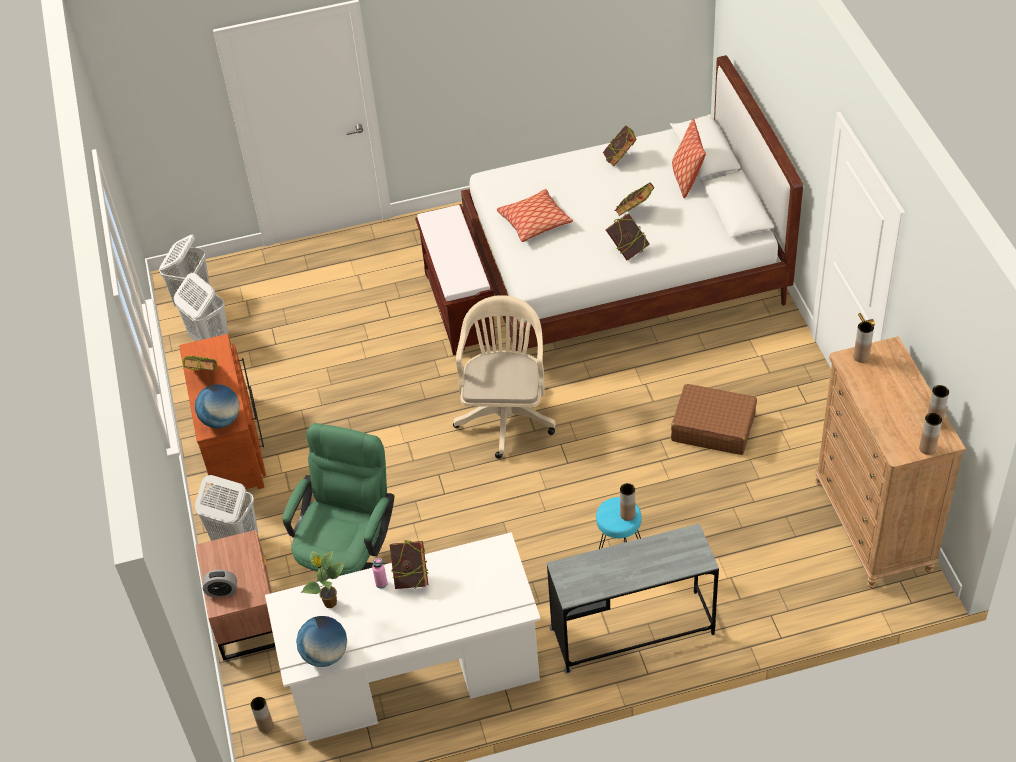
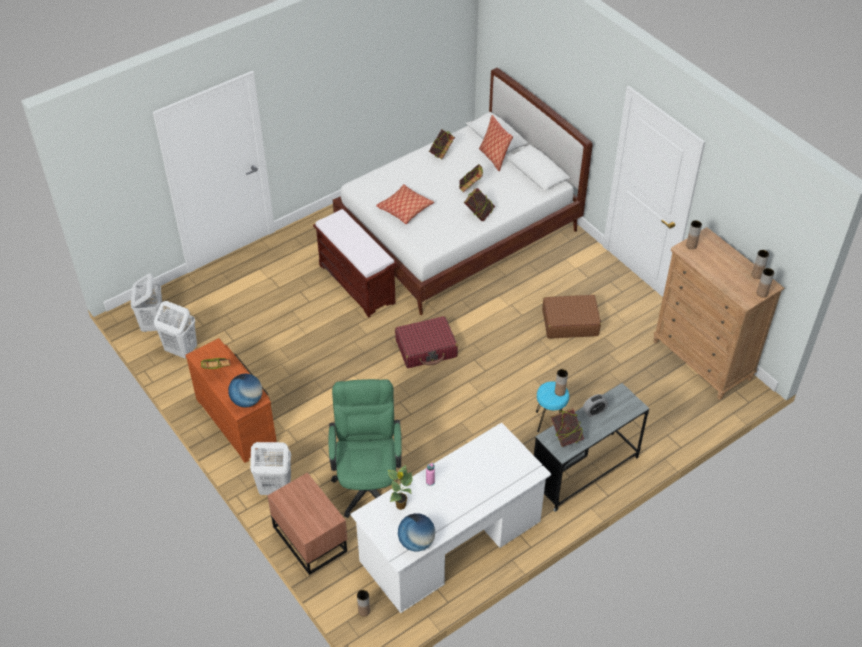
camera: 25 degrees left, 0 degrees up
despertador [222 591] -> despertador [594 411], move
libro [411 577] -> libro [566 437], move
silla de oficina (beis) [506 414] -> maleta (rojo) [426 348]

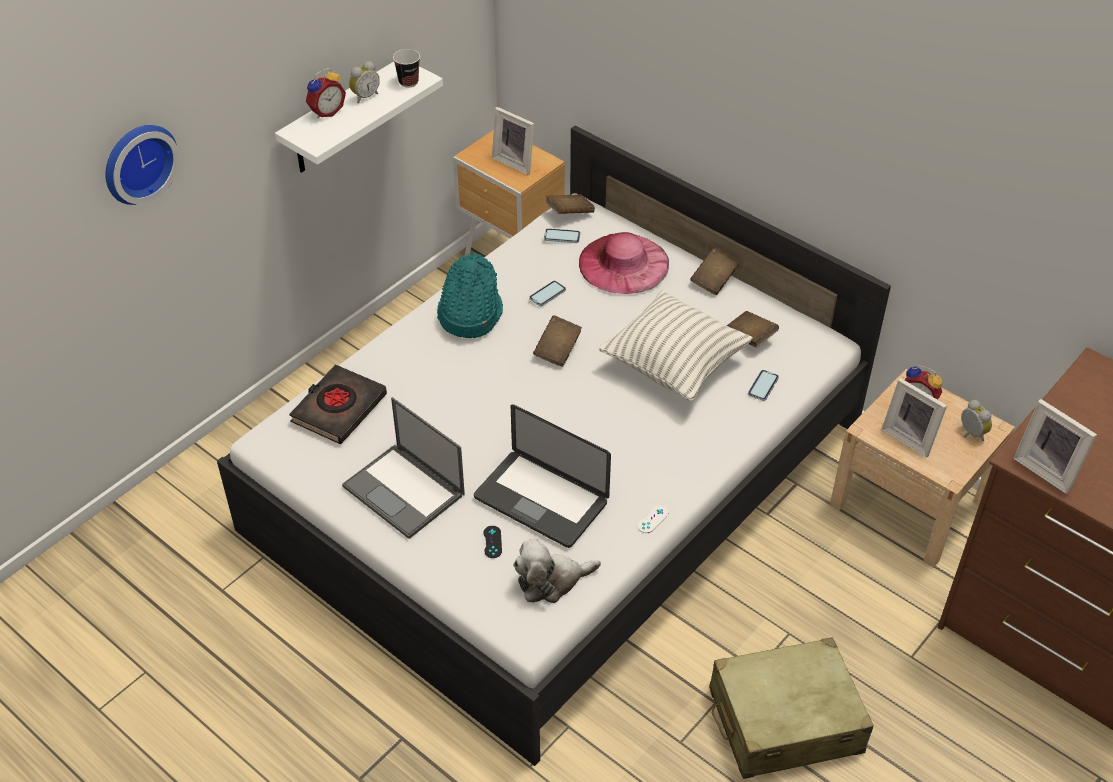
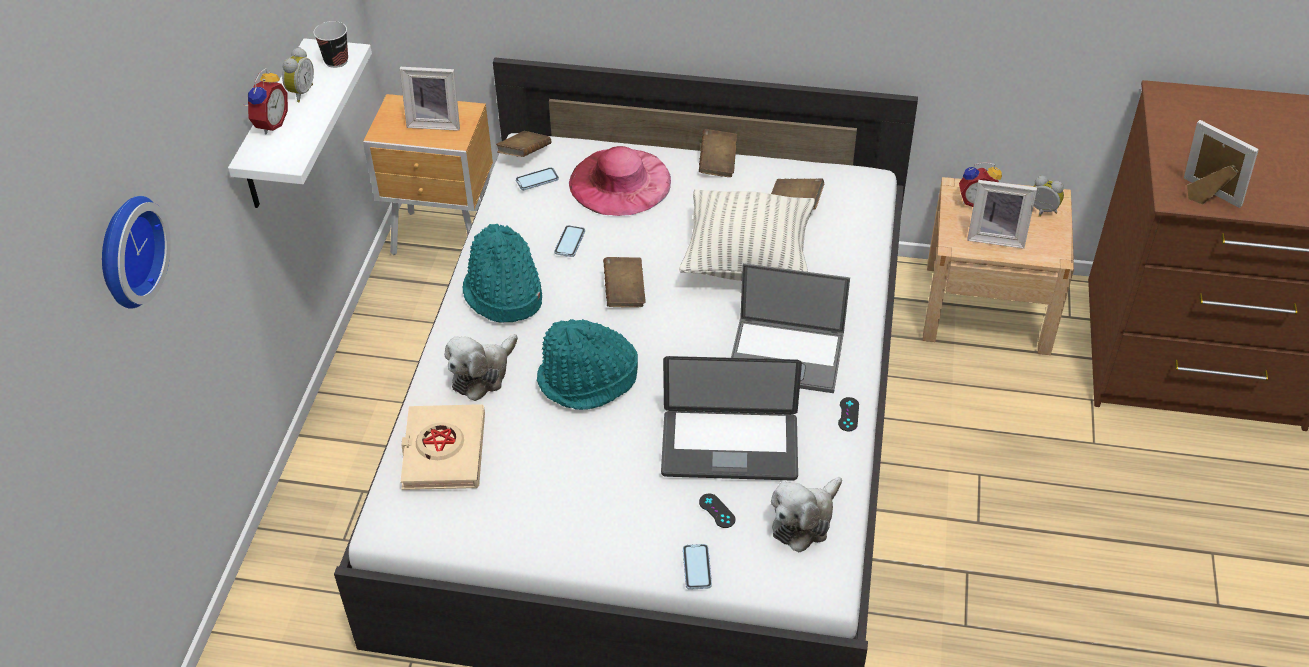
camera: 30 degrees left, 0 degrees up
libro (negro) [338 408] -> libro (beis) [443 452]
portátil [405 491] -> portátil [787 354], move
mando de consola (blanco) [652 519] -> mando de consola (negro) [848 414]
maleta (beis) [784 721] -> none
móvil [763 386] -> móvil [697 567], move
portarretratos [1047 469] -> portarretratos [1206 197], 150 degrees counterclockwise
none -> peluche [482 374]
none -> sombrero (turquesa) [588 381]

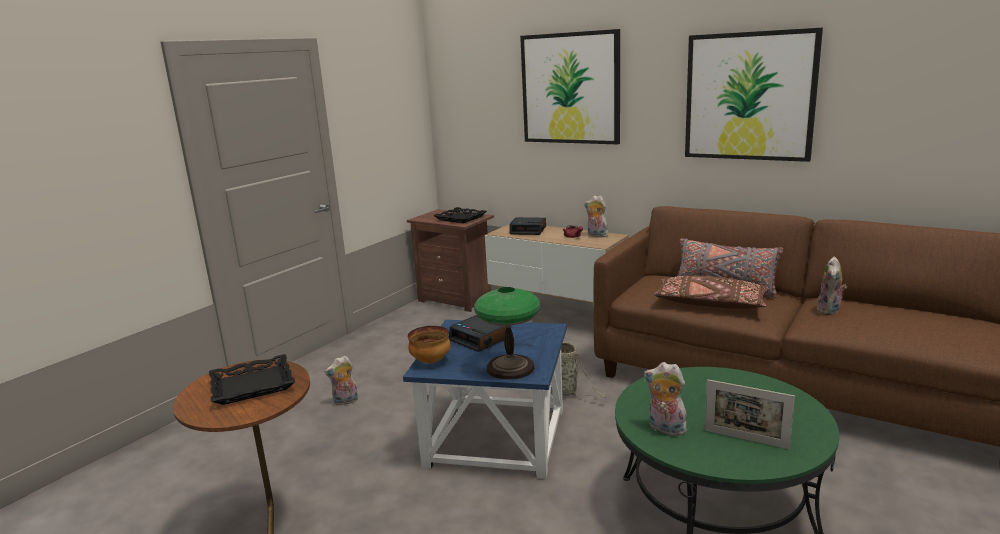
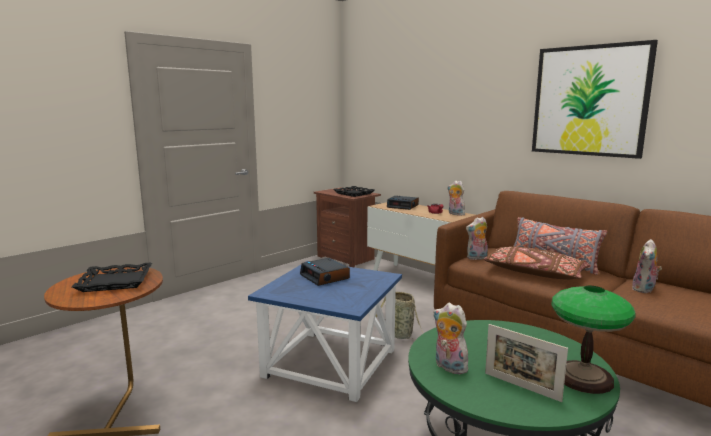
camera: 10 degrees right, 5 degrees down
peluche [345 402] -> peluche [477 258], move
cuenco [431 361] -> none
lámpara de mesa [511 368] -> lámpara de mesa [584 378], move
cuadro [570 88] -> none

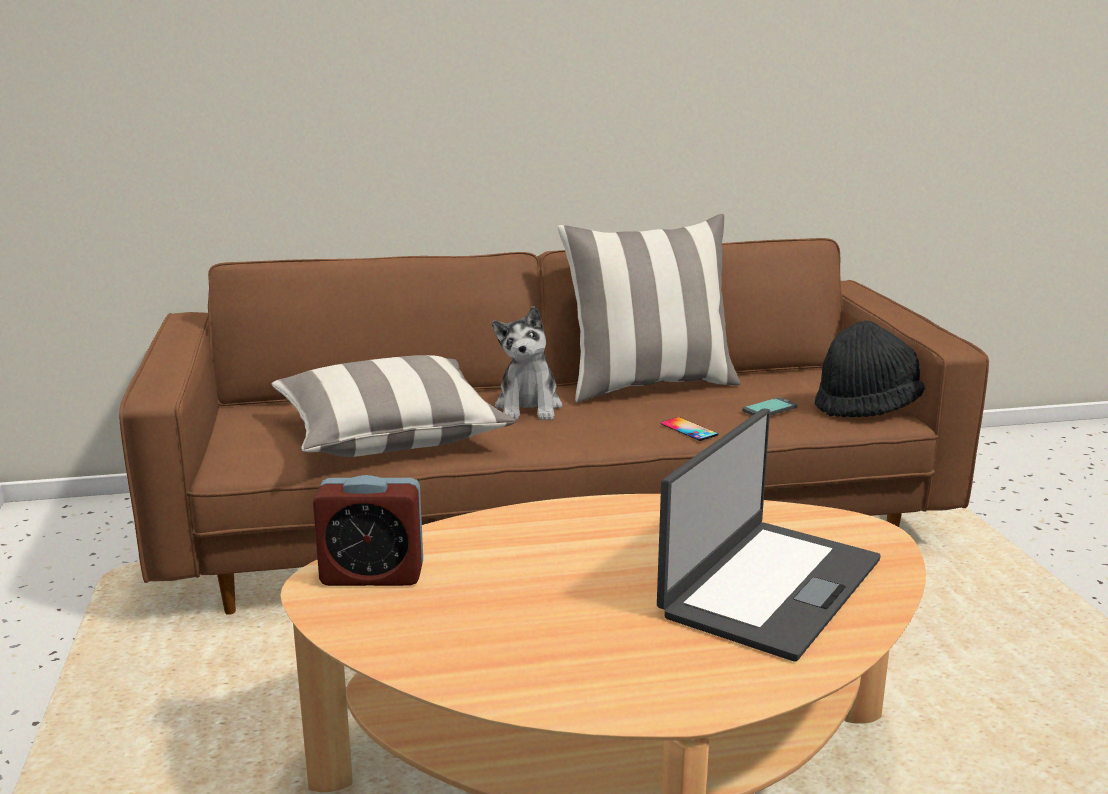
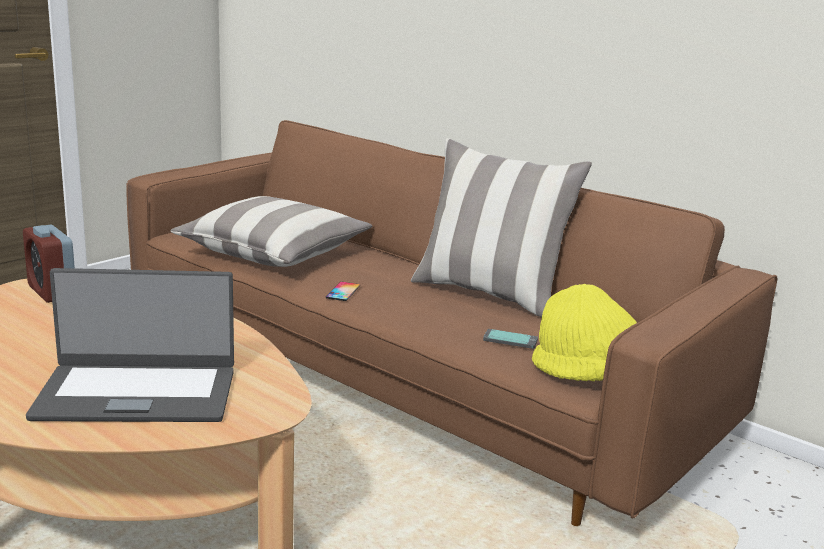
camera: 50 degrees right, 0 degrees up
peluche [529 407] -> none
móvil [689 429] -> móvil [343 292], move
sombrero (negro) [869 407] -> sombrero (amarillo) [589 375]

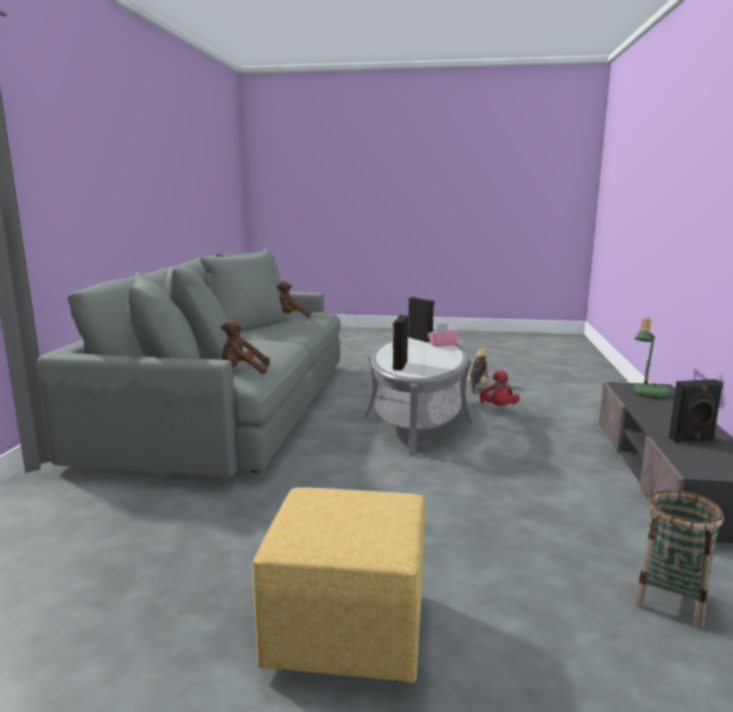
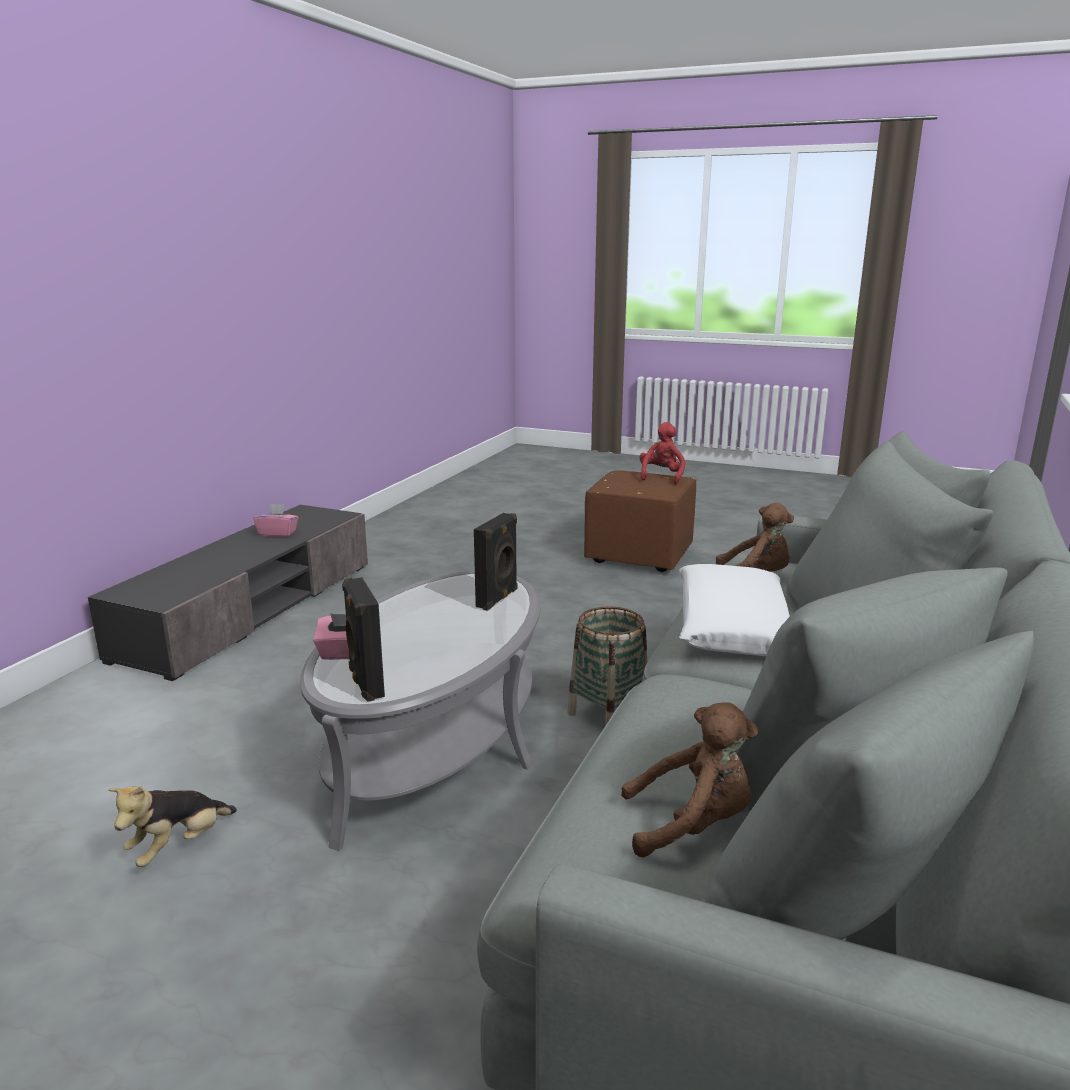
camera: 165 degrees left, 5 degrees up
puf (amarillo) [346 633] -> puf (marrón) [640 555]
peluche (rojo) [498 408] -> peluche (rojo) [661 477], move
lámpara de mesa [648 394] -> none
cesta [671 600] -> cesta [607 715], move
altavoz (negro) [692 439] -> caja de pañuelos (rosa) [277 533]
none -> cojín (blanco) [731 627]

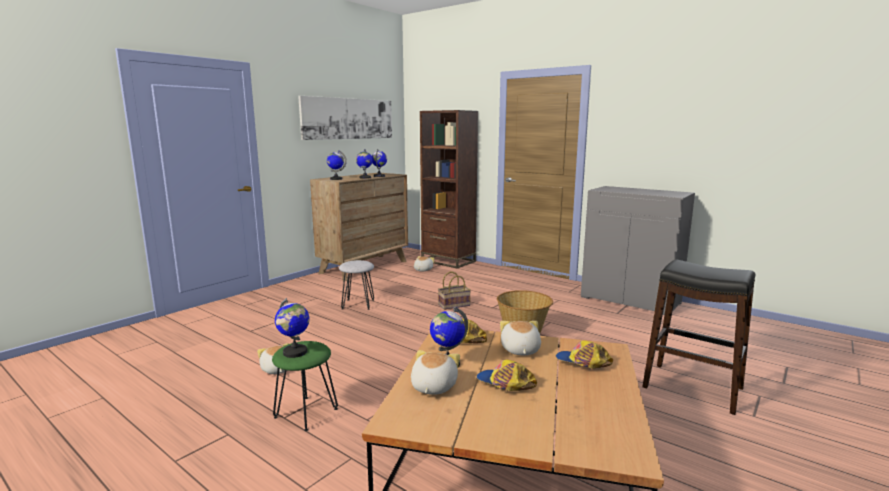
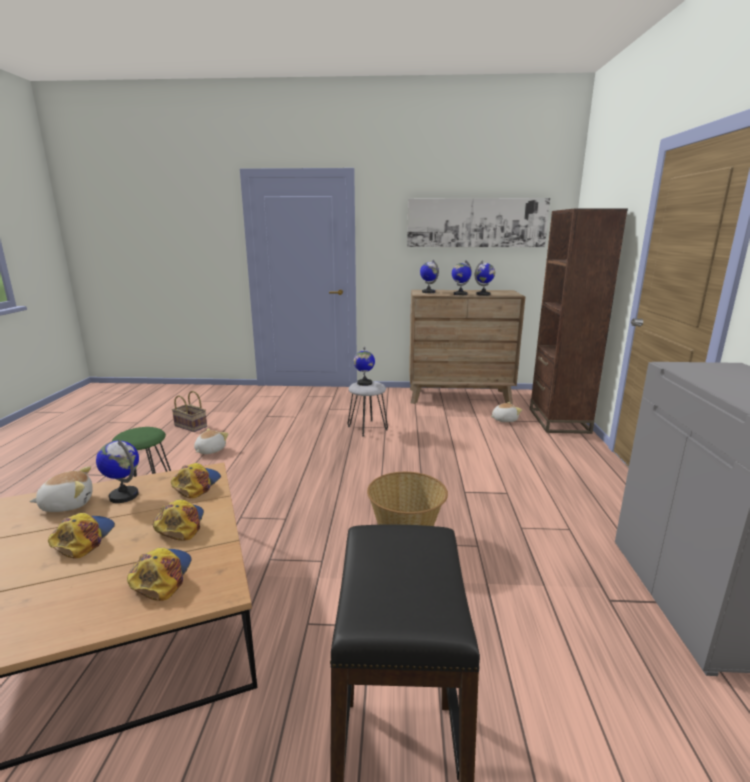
camera: 55 degrees right, 5 degrees up
globo terráqueo [295 352] -> globo terráqueo [364 383], move
cesta [454 305] -> cesta [192 426], move
peluche [519 350] -> gorra [180 524]

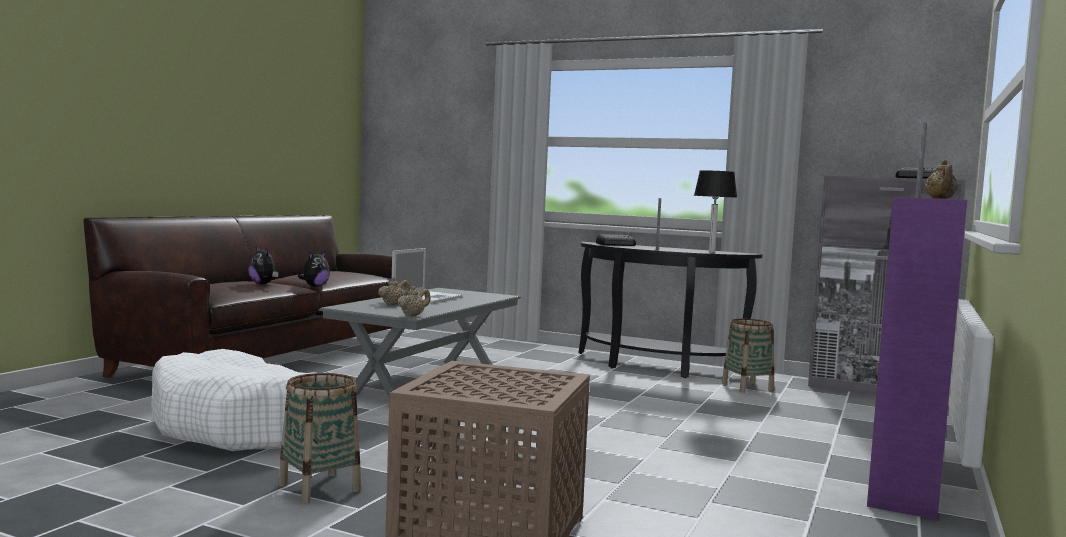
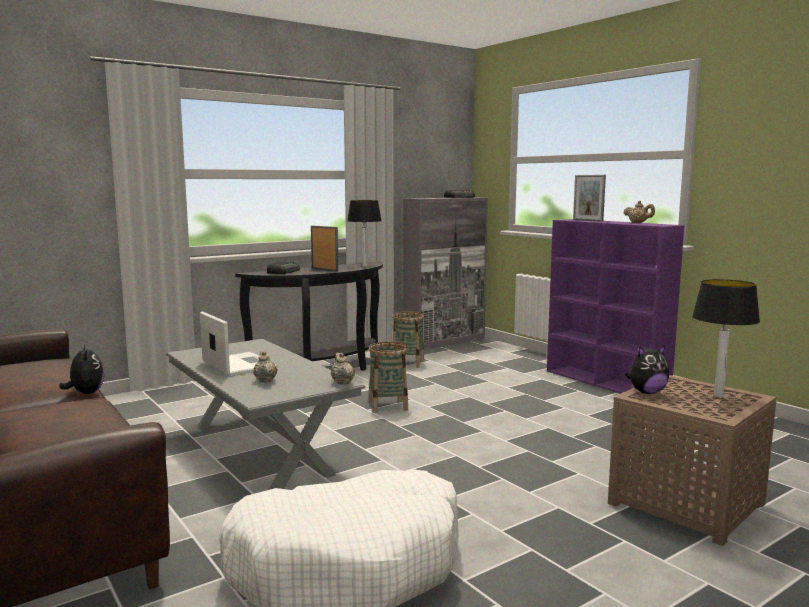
camera: 60 degrees left, 5 degrees up
peluche [263 284] -> peluche [646 392], move
cesta [319 488] -> cesta [388 406], move
none -> lámpara de mesa [718 396]

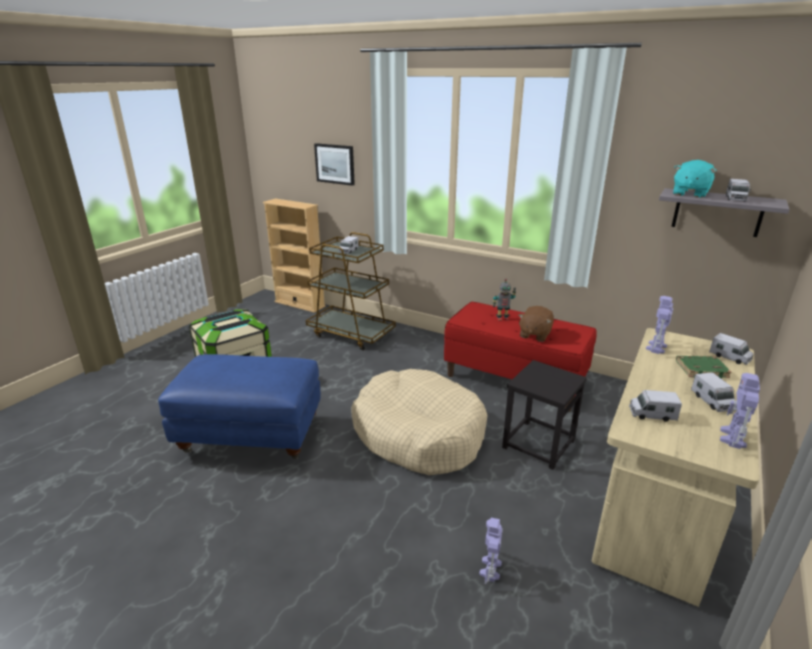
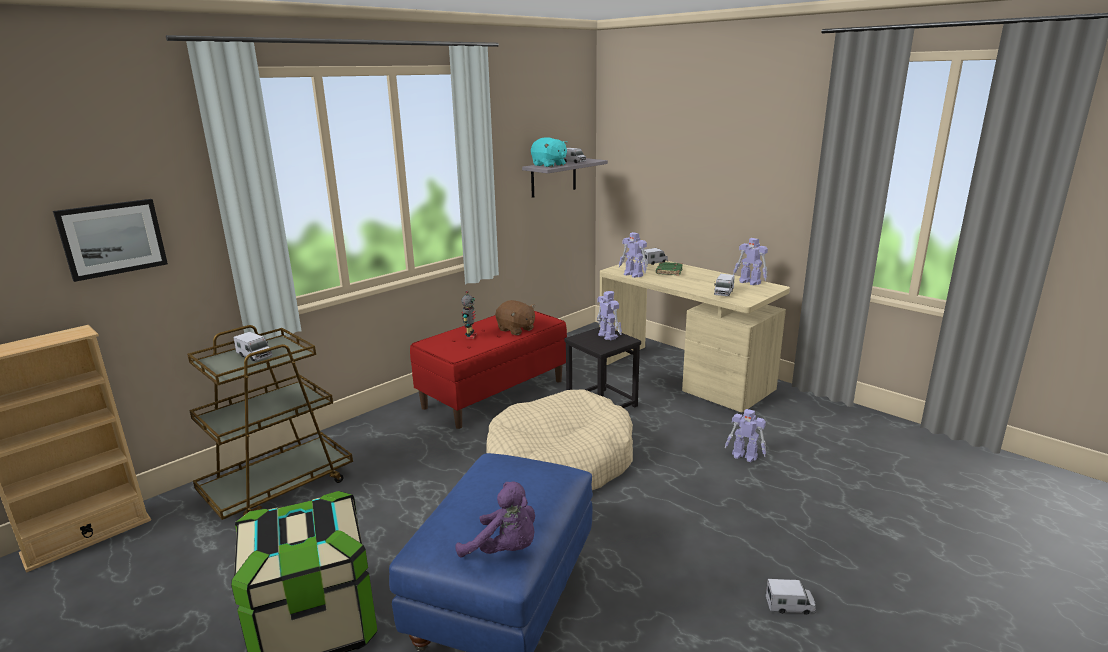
camera: 75 degrees left, 5 degrees down
camión de juguete [712 401] -> camión de juguete [789 606], move
none -> peluche (morado) [504 550]
none -> robot de juguete [607 335]

